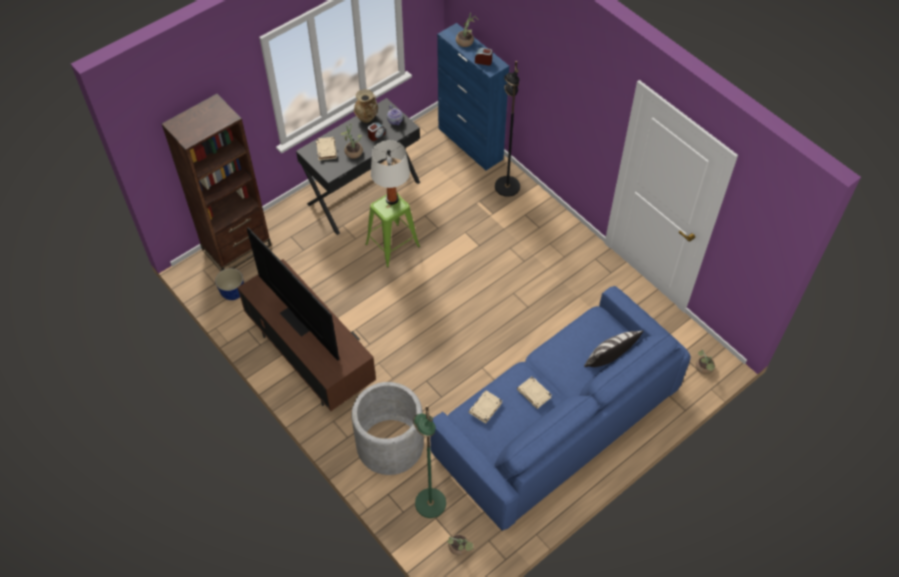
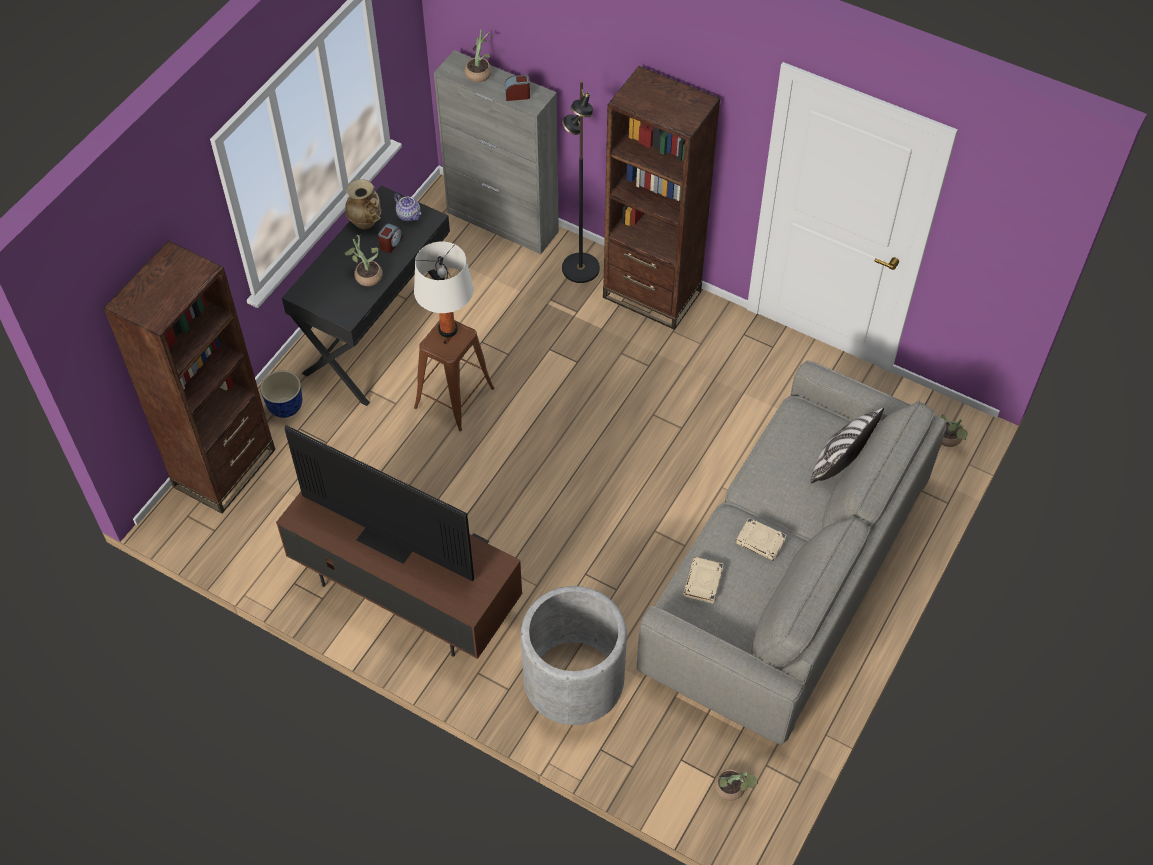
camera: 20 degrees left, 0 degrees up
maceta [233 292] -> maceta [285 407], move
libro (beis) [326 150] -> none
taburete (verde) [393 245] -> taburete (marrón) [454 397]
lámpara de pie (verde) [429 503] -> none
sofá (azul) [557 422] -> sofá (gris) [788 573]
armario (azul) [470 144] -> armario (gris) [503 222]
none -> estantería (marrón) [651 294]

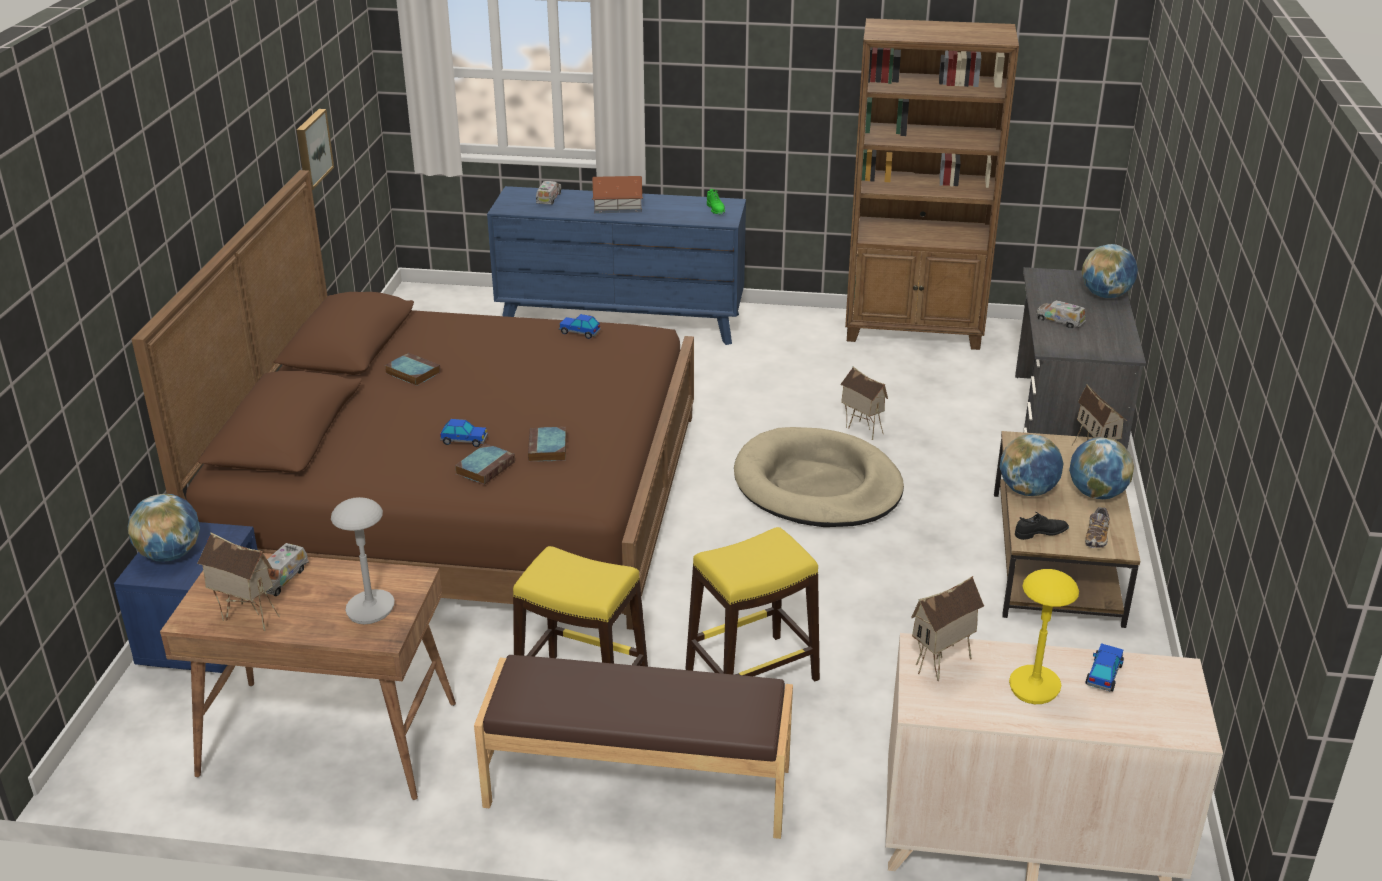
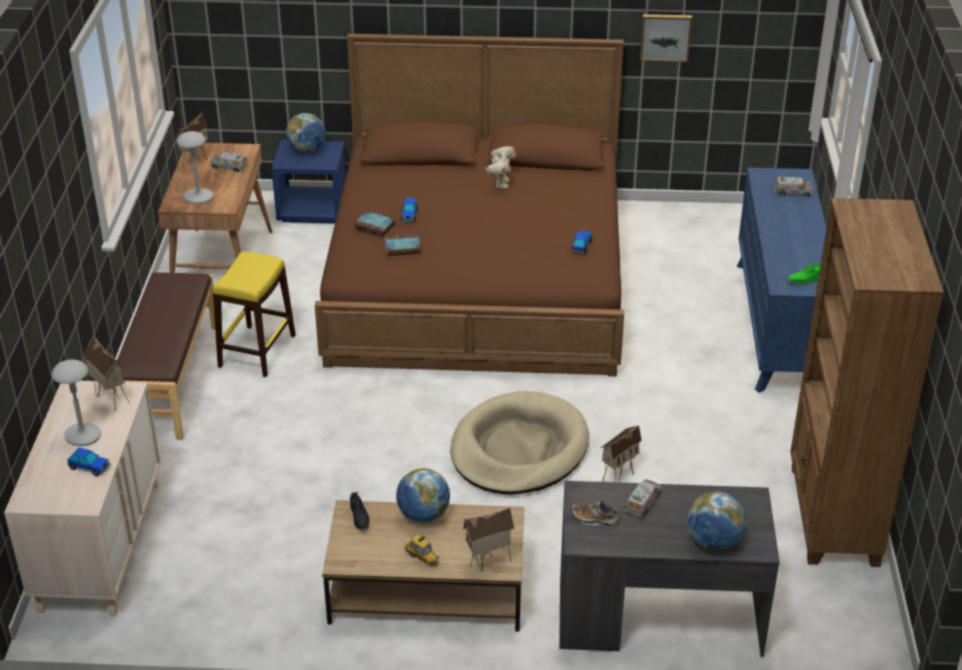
camera: 85 degrees right, 5 degrees up
libro [412 373] -> robot de juguete [500 183]
casita [618 206] -> none
taburete (amarillo) [751 674] -> none
lámpara de mesa (amarillo) [1034 686] -> lámpara de mesa (gris) [83 435]
globo terráqueo [1096 494] -> coche de juguete [422 557]
zapato [1096 537] -> zapato [594 519], move

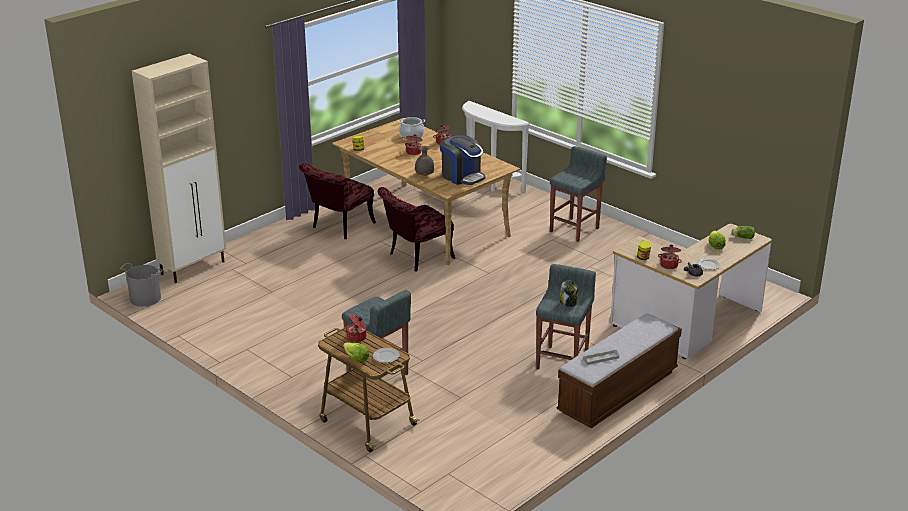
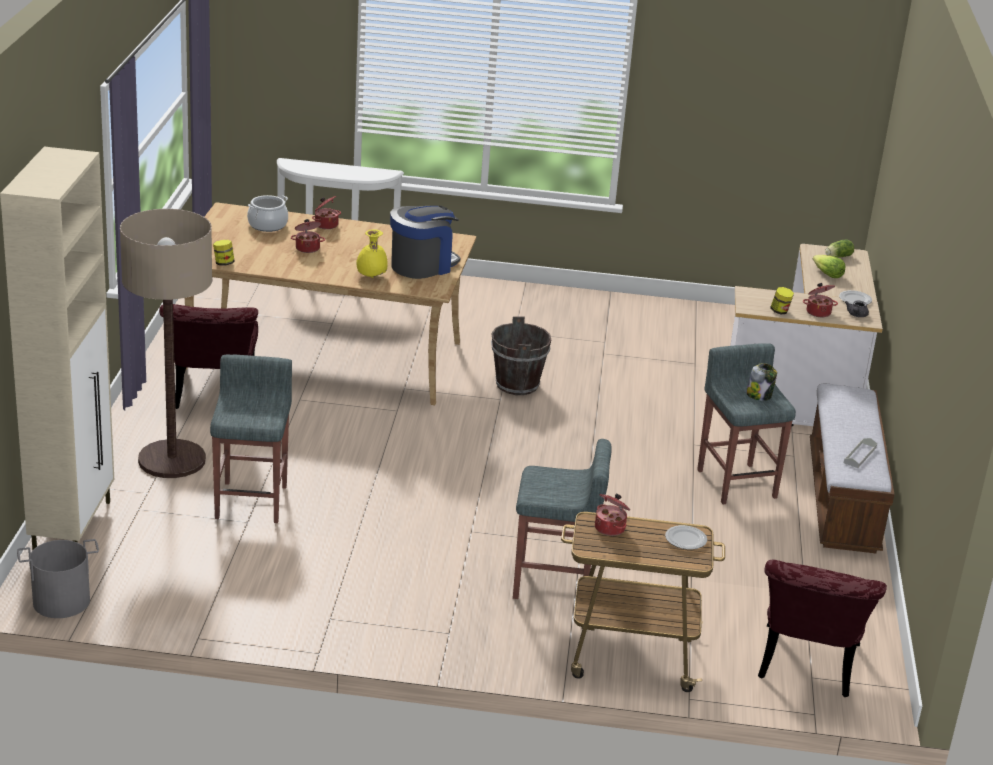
camera: 40 degrees left, 0 degrees up
lechuga [356 358] -> none
silla (rojo) [416 258] -> silla (rojo) [806 669], move
florero (gris) [424 175] -> florero (amarillo) [371 277]
cafetera [462 176] -> cafetera [422 265], 45 degrees counterclockwise
taburete (gris) [575 229] -> taburete (gris) [252 501], move
none -> lámpara de pie [172 460]
none -> cubo (marrón) [517 385]

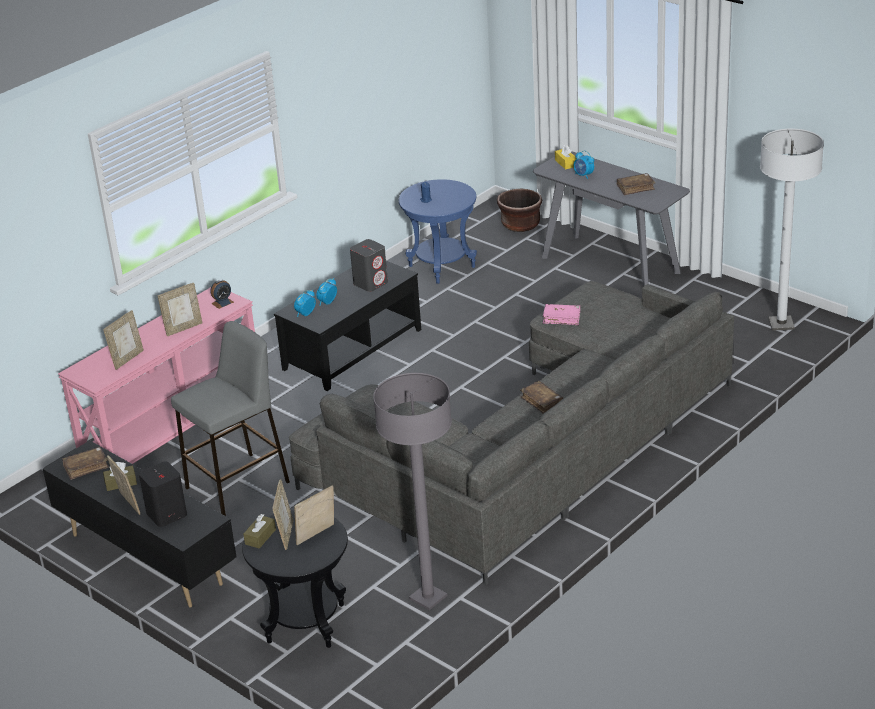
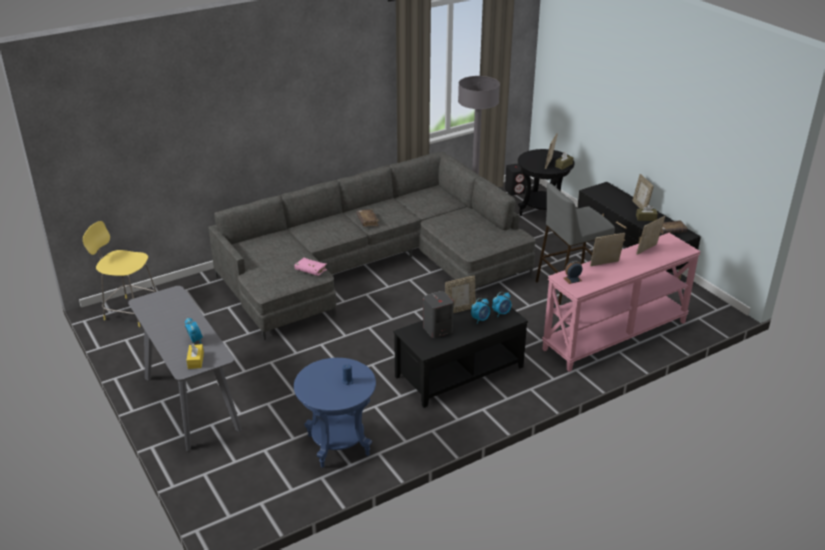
camera: 165 degrees left, 0 degrees up
altavoz (negro) [166 514] -> altavoz (negro) [515 191], move
portarretratos [317 536] -> portarretratos [460 310], move
maceta (marrón) [520 225] -> none
libro (marrón) [635 188] -> none
lámpara de pie (blanco) [781 324] -> taburete (amarillo) [130 311]

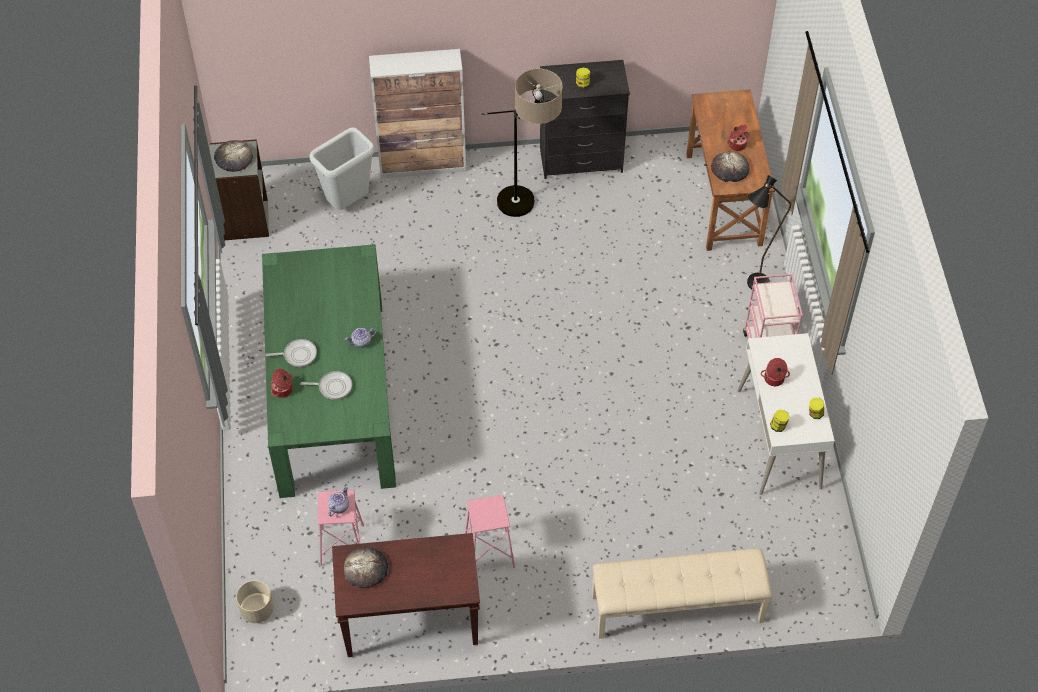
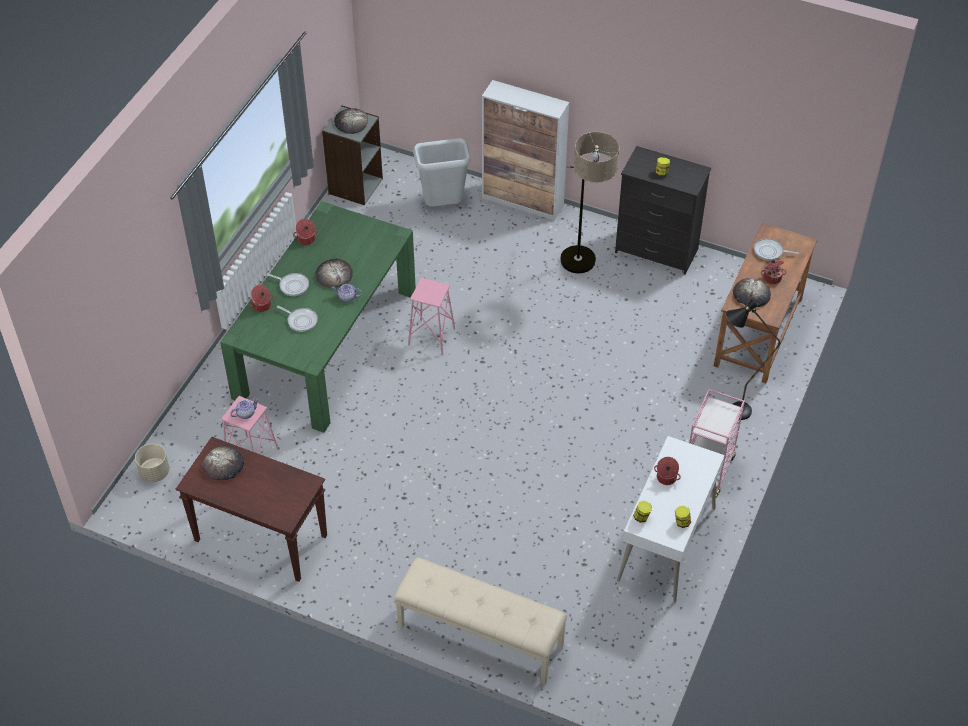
camera: 30 degrees right, 5 degrees down
taburete (rosa) [489 552] -> taburete (rosa) [431 337], move
none -> olla [306 239]
none -> pan [334 275]
none -> sartén [770 252]

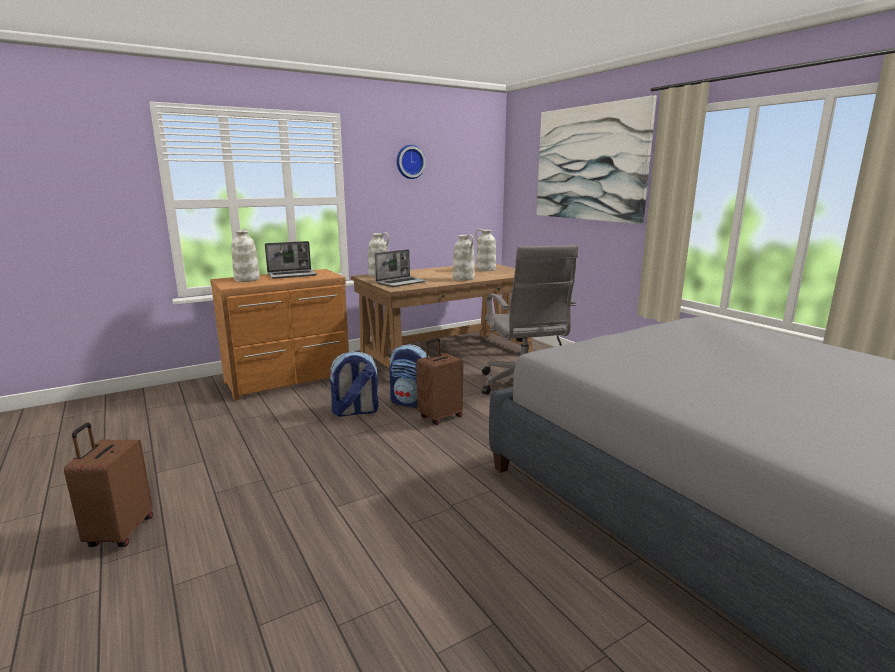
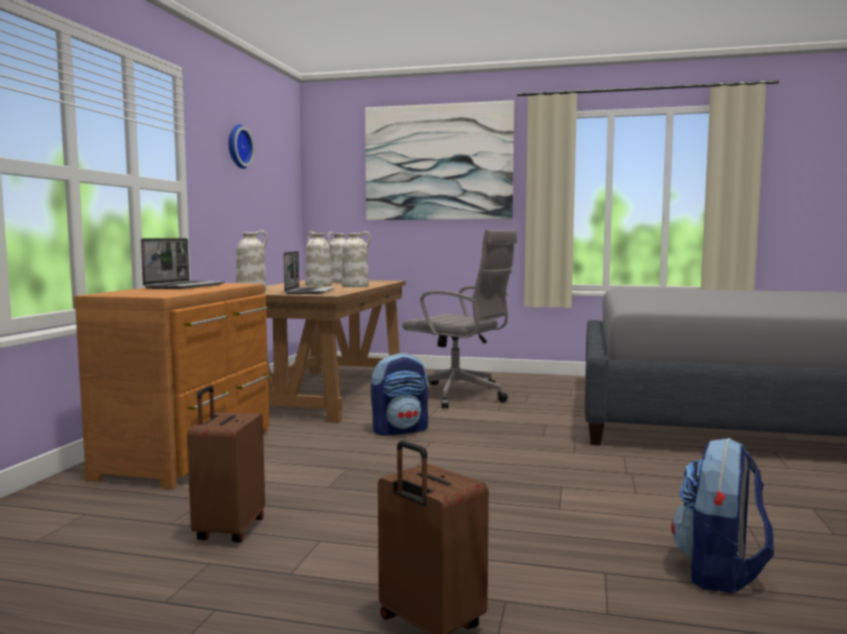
camera: 45 degrees left, 10 degrees down
florero (blanco) [246 279] -> florero (blanco) [318 285], move
mochila [355 412] -> mochila [720 572], move
maleta (marrón) [440 416] -> maleta (marrón) [228 530], move

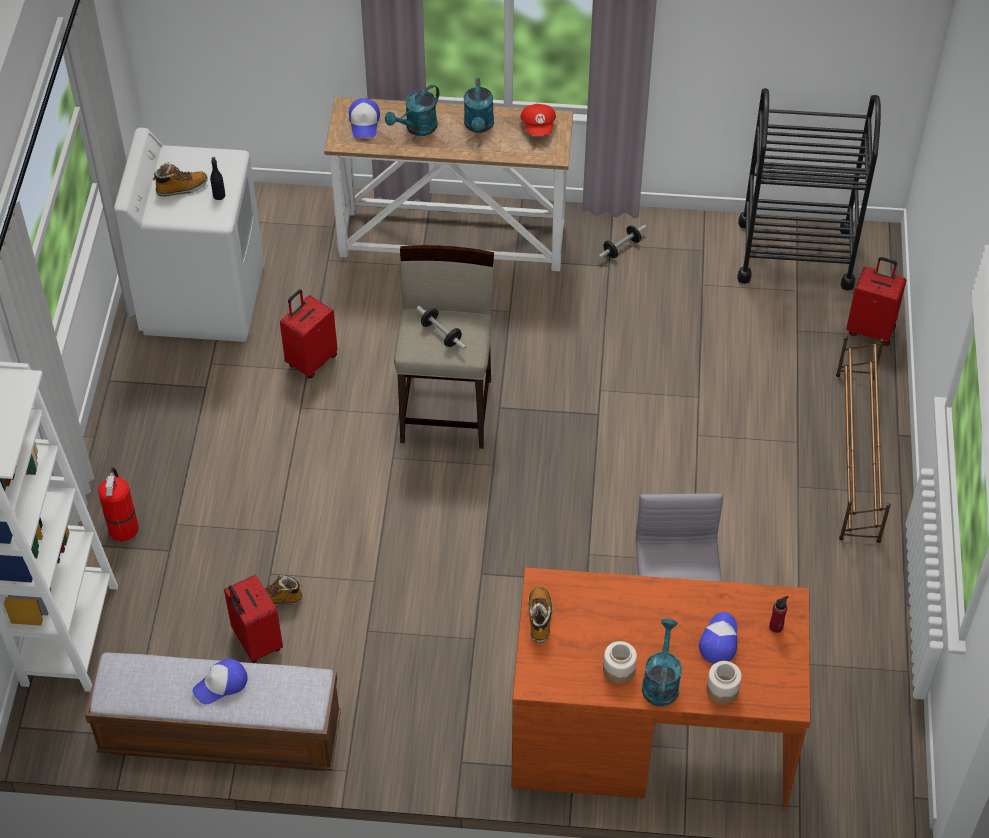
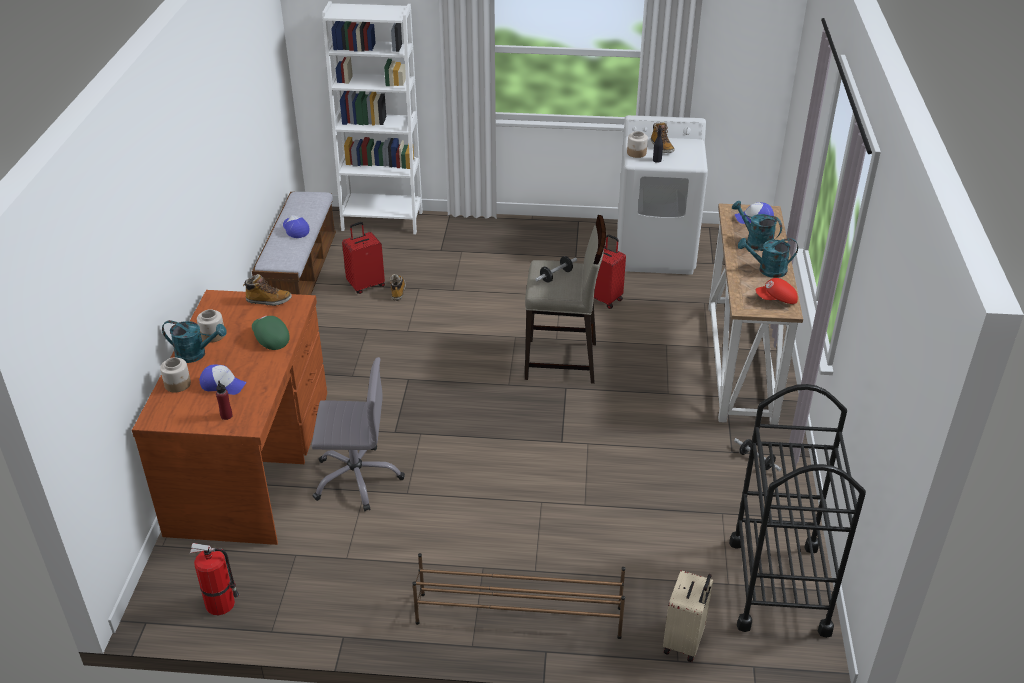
camera: 90 degrees right, 15 degrees down
extintor [123 527] -> extintor [221 603], move
maleta (rojo) [871 329] -> maleta (beis) [685 641]
none -> gorra (verde) [270 339]
none -> tarro [636 153]

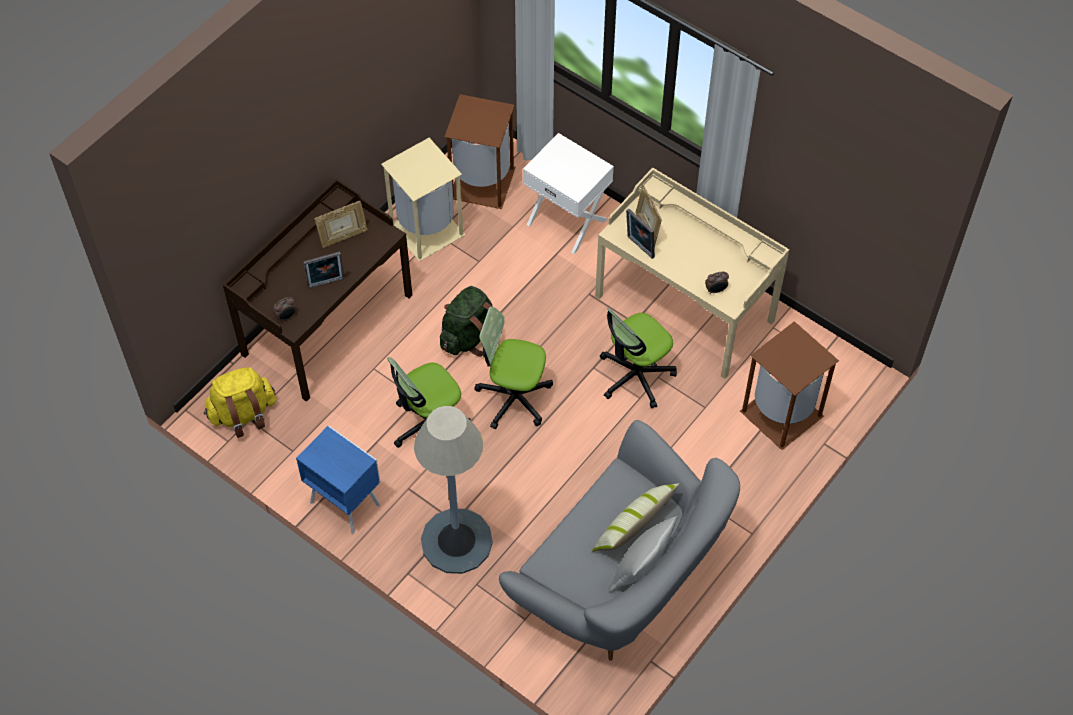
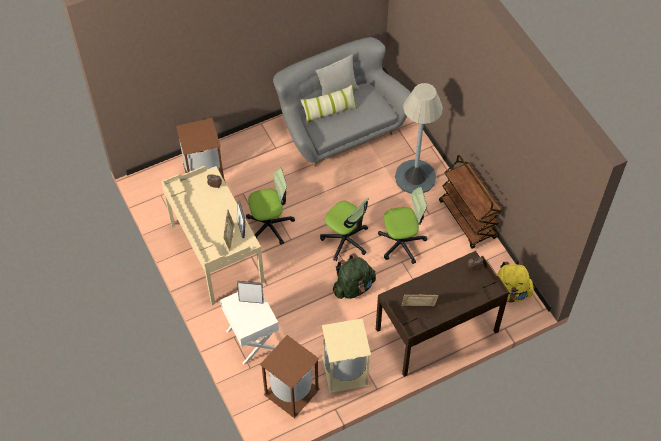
camera: 155 degrees left, 0 degrees up
mesita de noche (azul) [344 502] -> carrito (marrón) [467 220]
portarretratos [326 284] -> portarretratos [251 300], move

